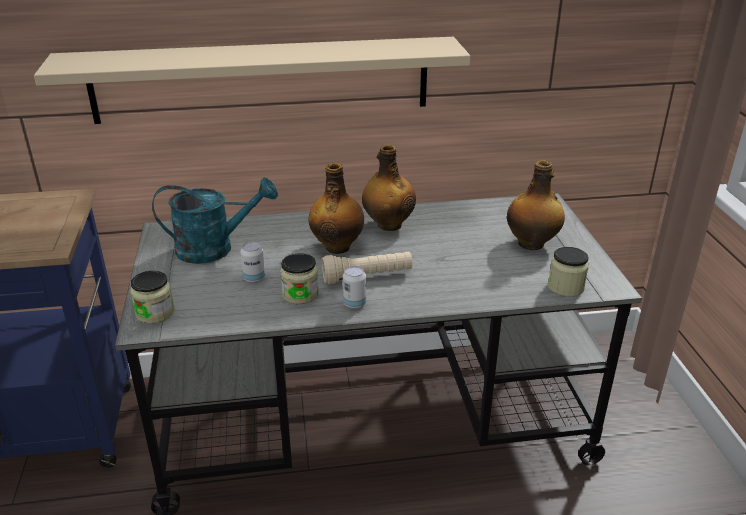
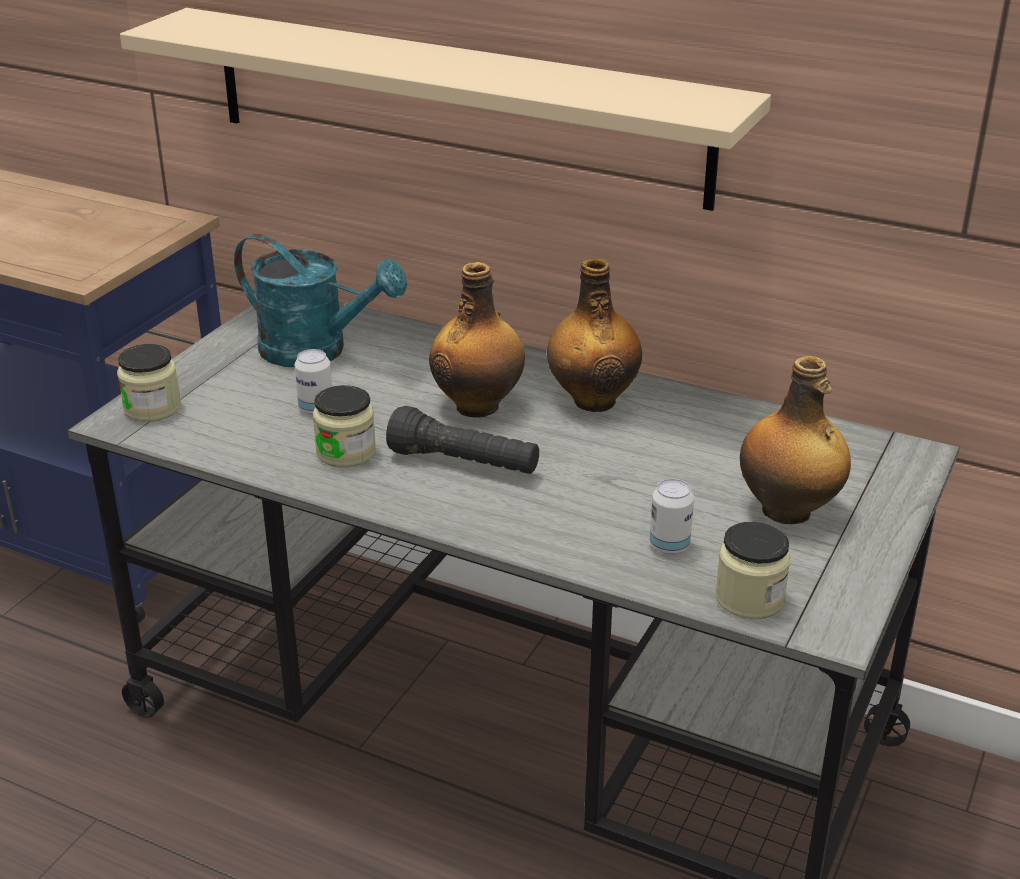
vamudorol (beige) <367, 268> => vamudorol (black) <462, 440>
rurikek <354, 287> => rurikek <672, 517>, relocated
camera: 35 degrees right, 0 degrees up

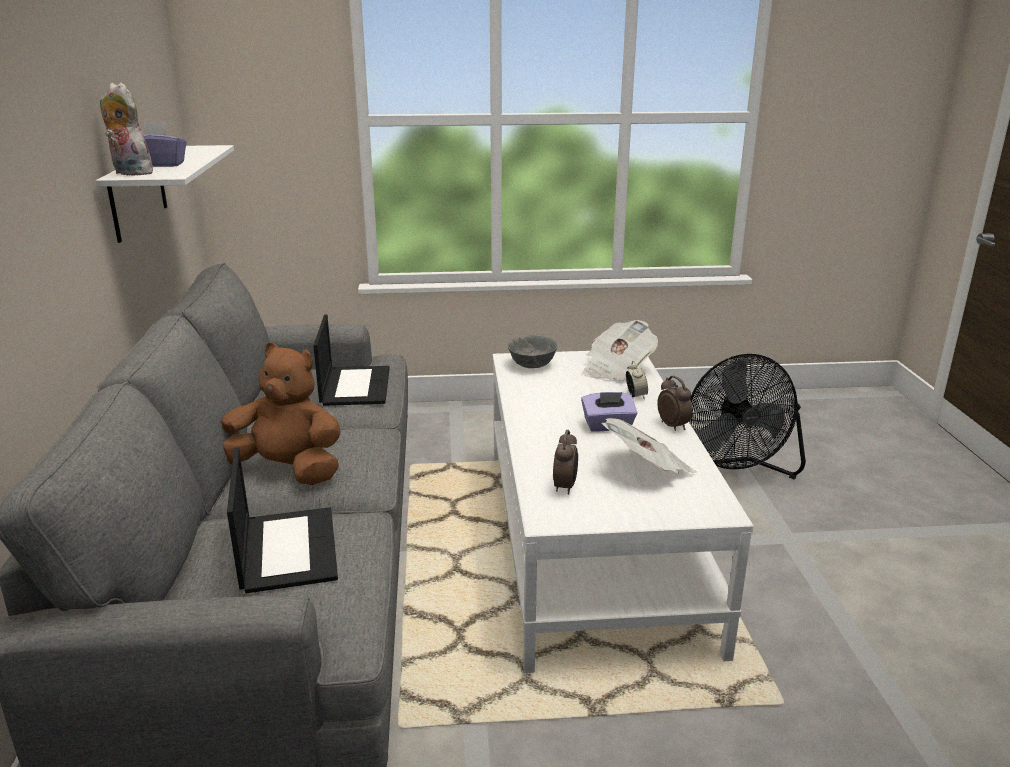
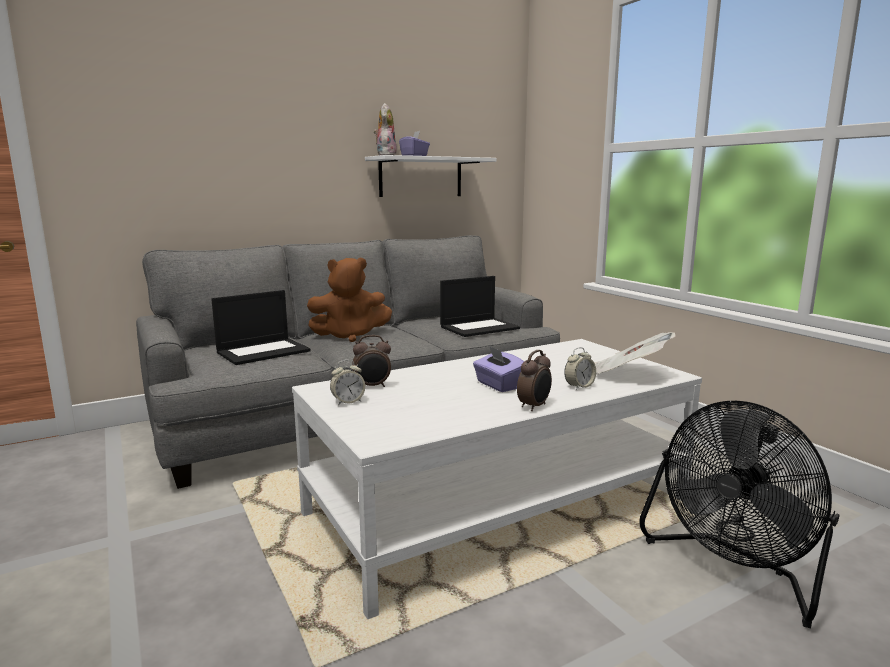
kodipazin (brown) <281, 413> => kodipazin (brown) <349, 299>, 90 degrees clockwise
nothing => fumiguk <347, 382>
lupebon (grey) <532, 351> => nothing
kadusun <649, 446> => nothing
camera: 65 degrees right, 10 degrees down

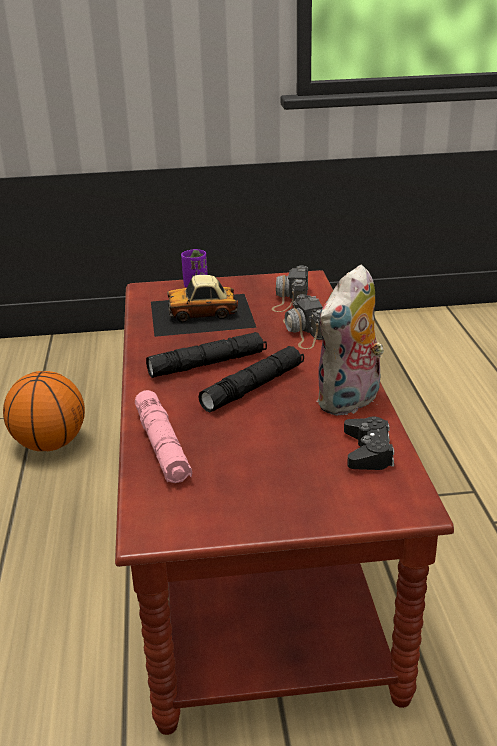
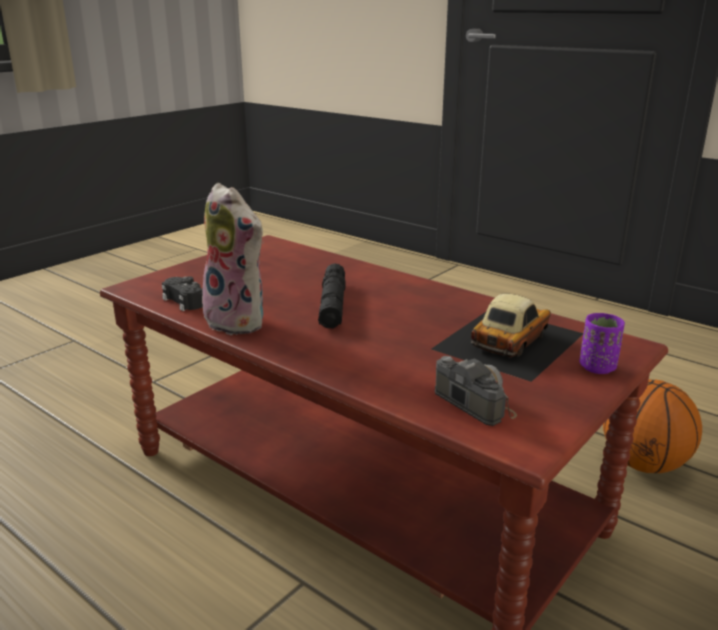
kodipazin <350, 340> => kodipazin <232, 259>, 135 degrees clockwise
vamudorol (pink) <163, 436> => nothing
vamudorol (black) <206, 355> => nothing
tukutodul <302, 321> => nothing
camera: 135 degrees right, 5 degrees down

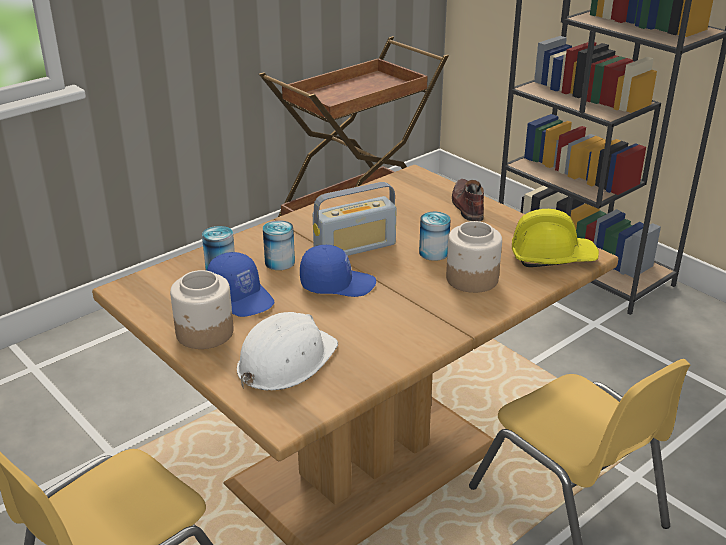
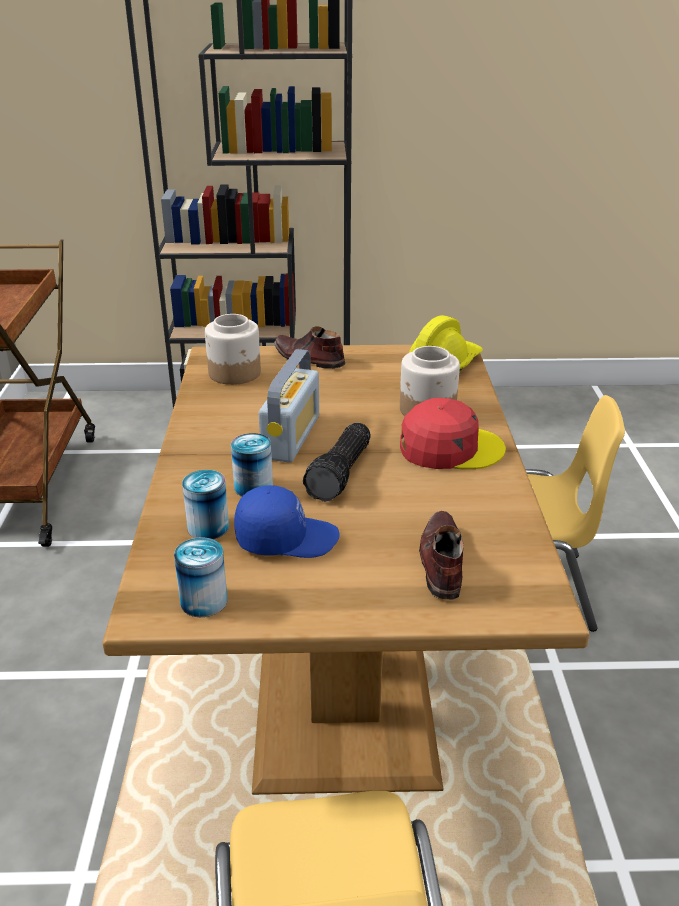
rurikek <435, 236> => rurikek <200, 577>, relocated
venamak <202, 309> => venamak <233, 349>, relocated
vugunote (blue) <338, 271> => vamudorol <337, 462>
nothing => vugunote (red) <453, 433>
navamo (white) <287, 351> => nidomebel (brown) <441, 555>
camera: 50 degrees left, 0 degrees up

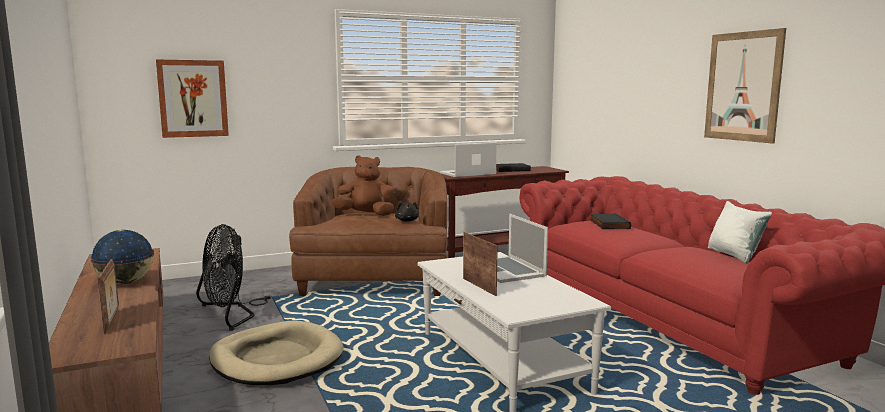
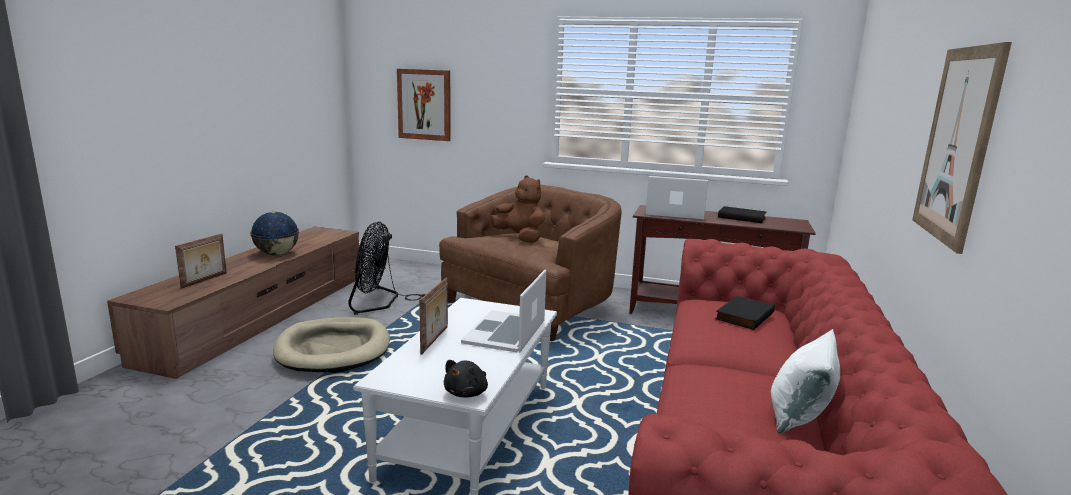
kodipazin (black) <407, 212> => kodipazin (black) <466, 378>, relocated
camera: 40 degrees right, 5 degrees up

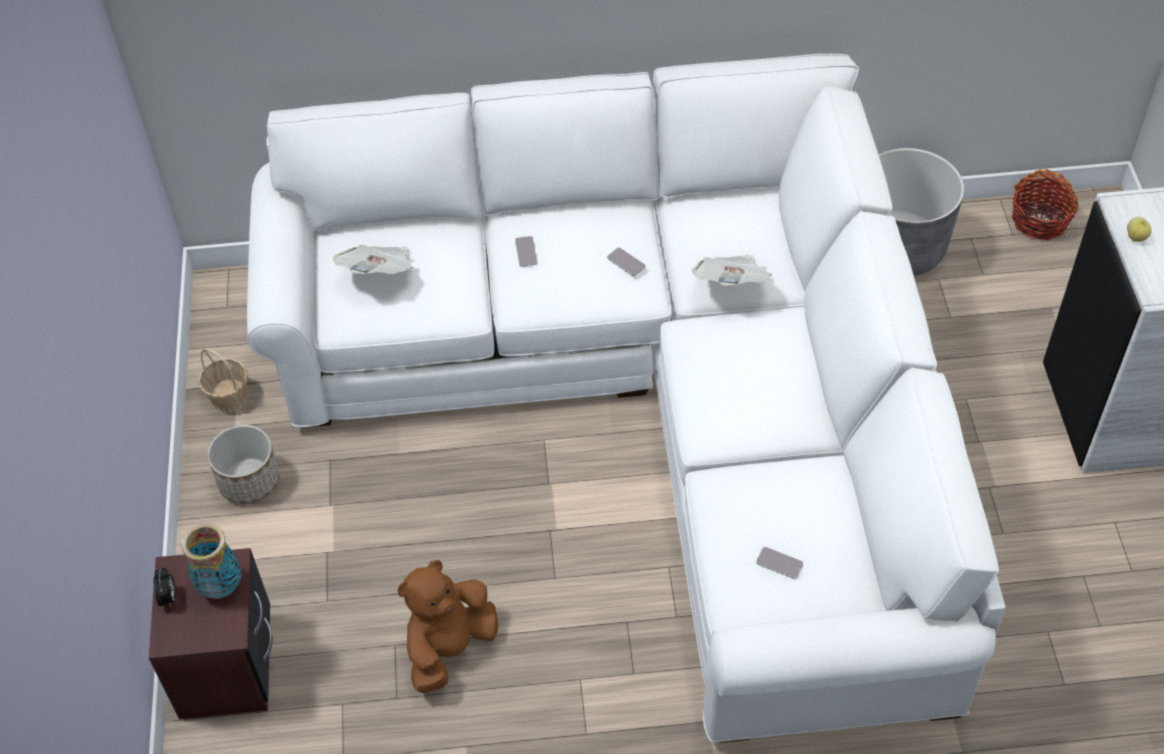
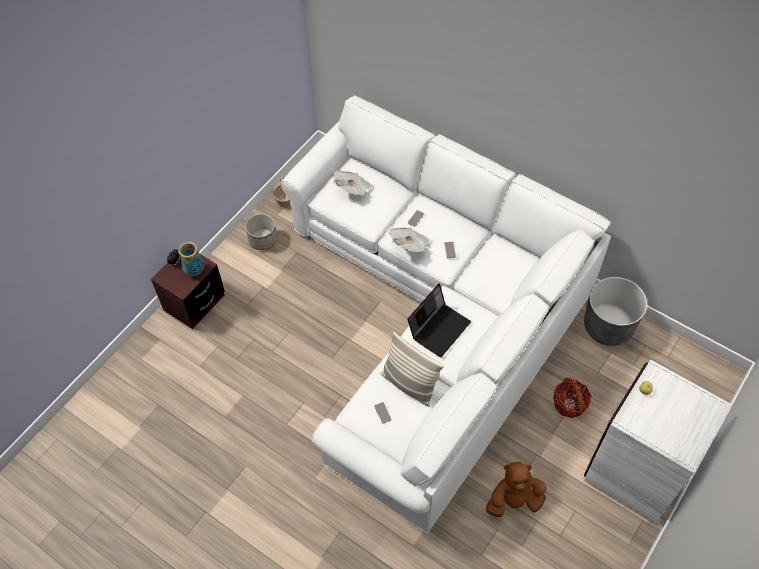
nothing => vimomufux <412, 369>
kadusun <732, 270> => kadusun <409, 239>, relocated
nothing => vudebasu <439, 320>
kodipazin (brown) <448, 626> => kodipazin (brown) <516, 489>, relocated
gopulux <1045, 205> => gopulux <572, 398>, relocated
camera: 40 degrees right, 5 degrees up

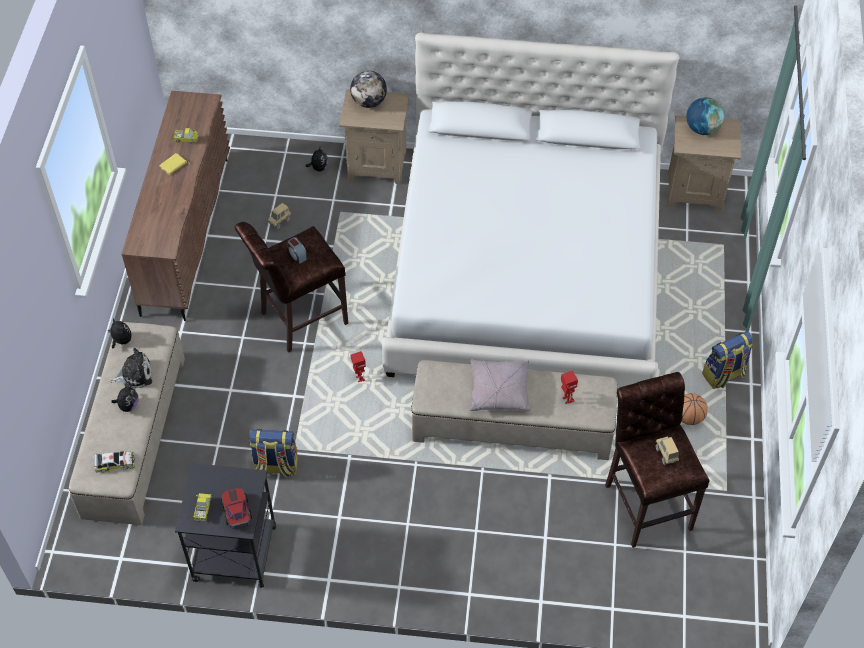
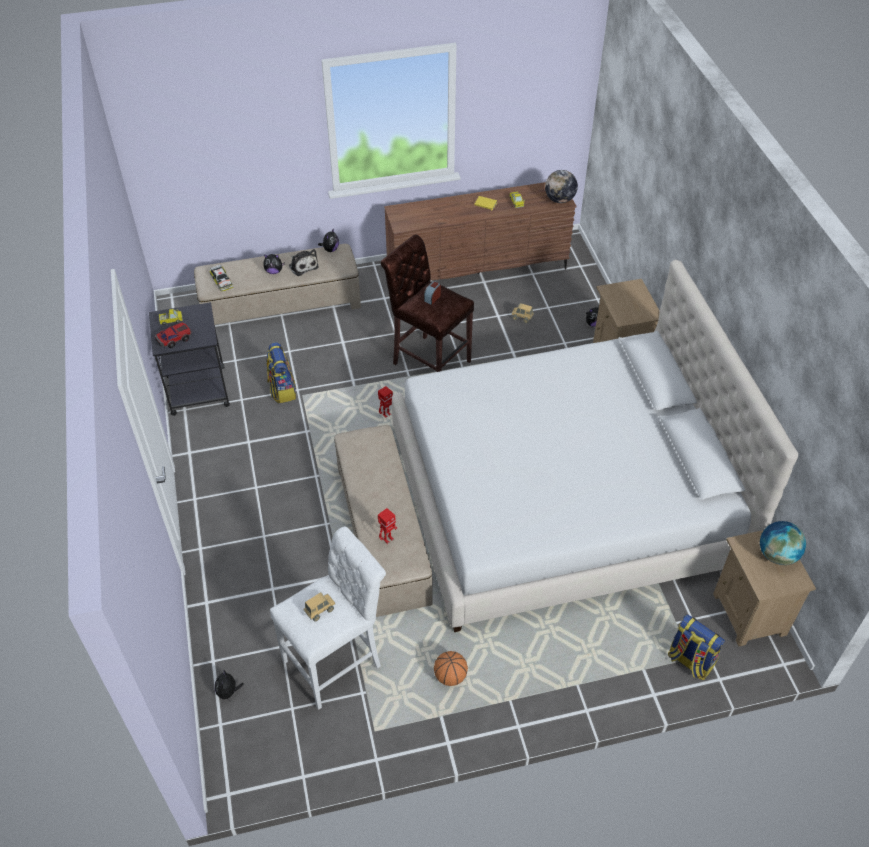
nothing => kodipazin <229, 685>
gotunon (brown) <657, 460> => gotunon (white) <328, 618>
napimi <368, 89> => napimi <561, 186>, relocated
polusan <727, 360> => polusan <696, 647>, relocated
vimomufux (purple) <500, 385> => nothing
camera: 70 degrees right, 5 degrees down

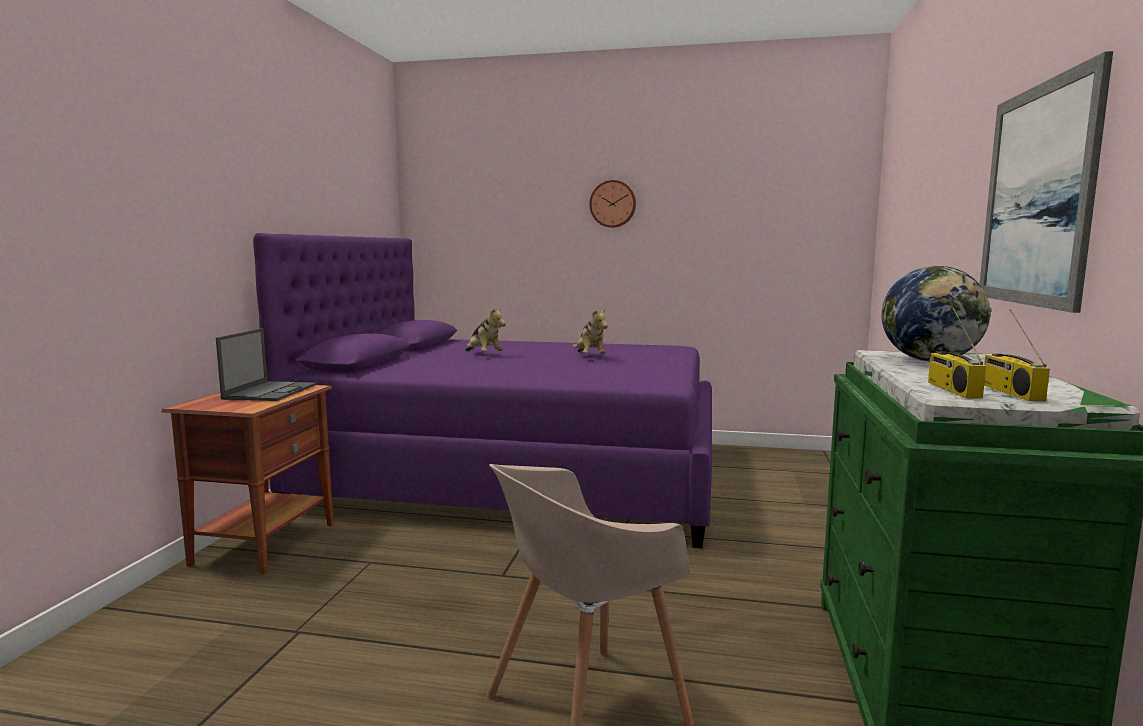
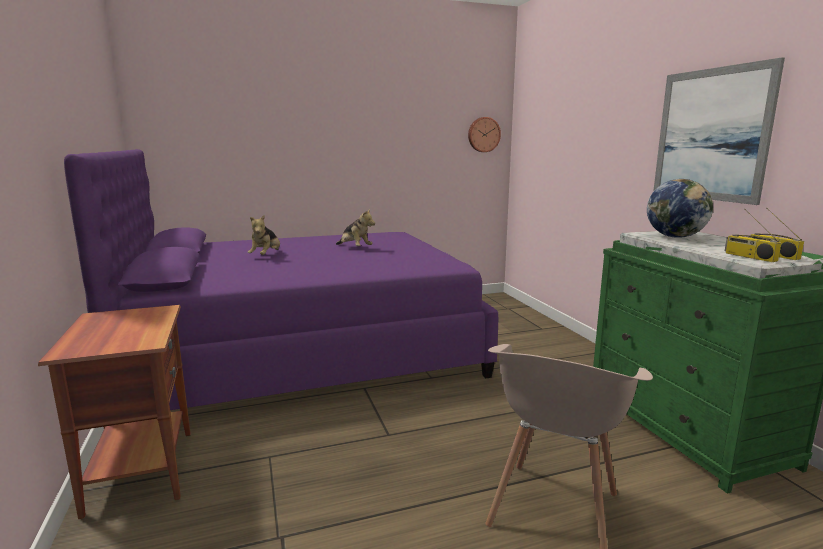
kodipazin <485, 328> => kodipazin <264, 235>, 75 degrees clockwise
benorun <612, 204> => benorun <484, 134>, relocated
vudebasu <266, 364> => nothing
camera: 30 degrees left, 5 degrees up

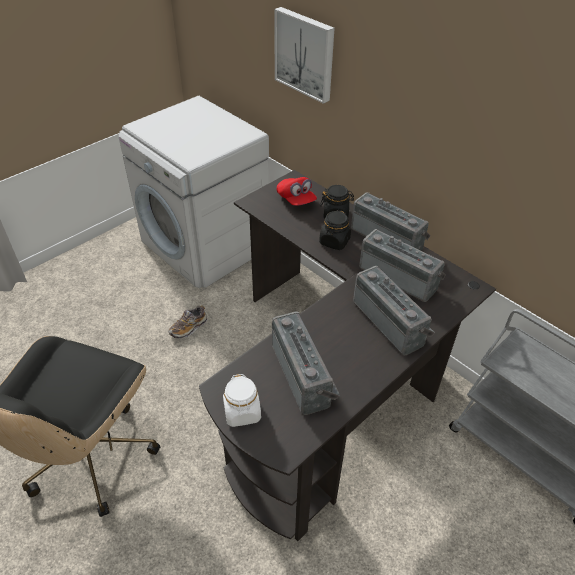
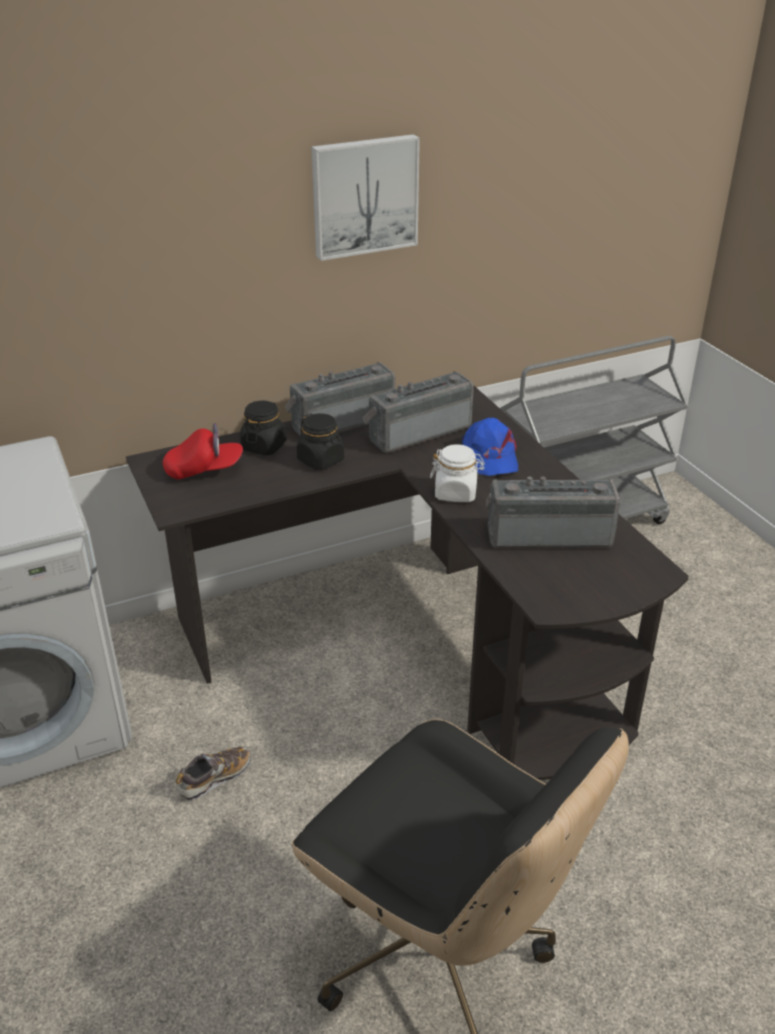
nidomebel <188, 321> => nidomebel <213, 773>, 105 degrees counterclockwise
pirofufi <304, 55> => pirofufi <365, 197>, relocated
venamak (white) <242, 400> => venamak (white) <457, 473>, relocated
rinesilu <394, 311> => vugunote (blue) <489, 447>
camera: 70 degrees left, 10 degrees down

